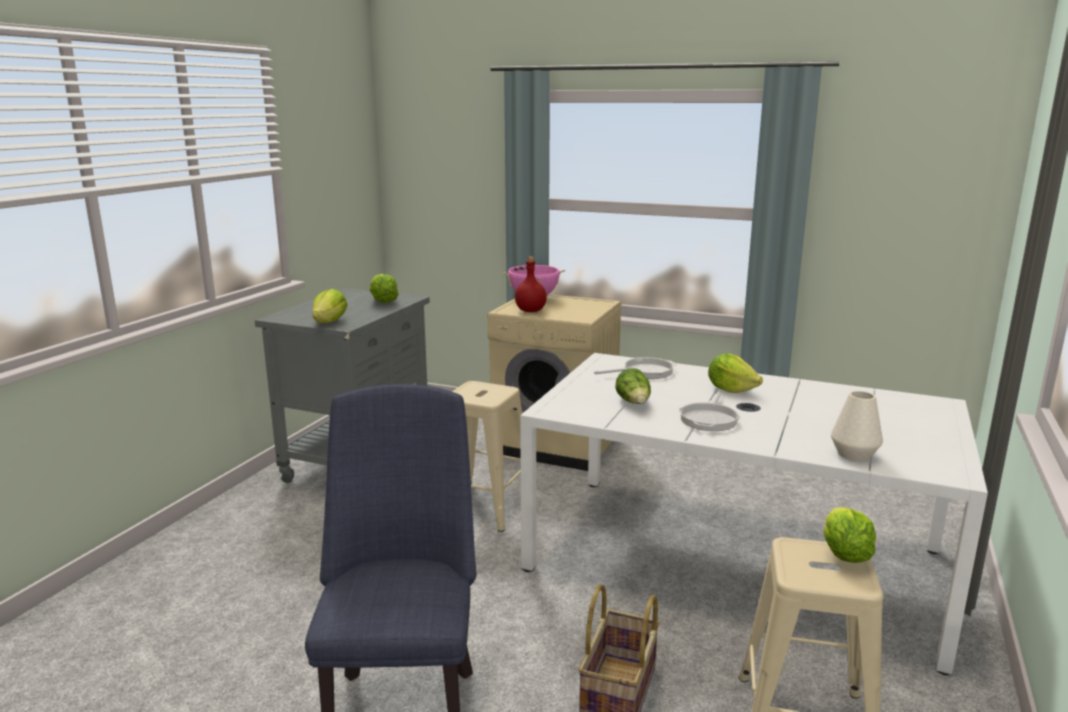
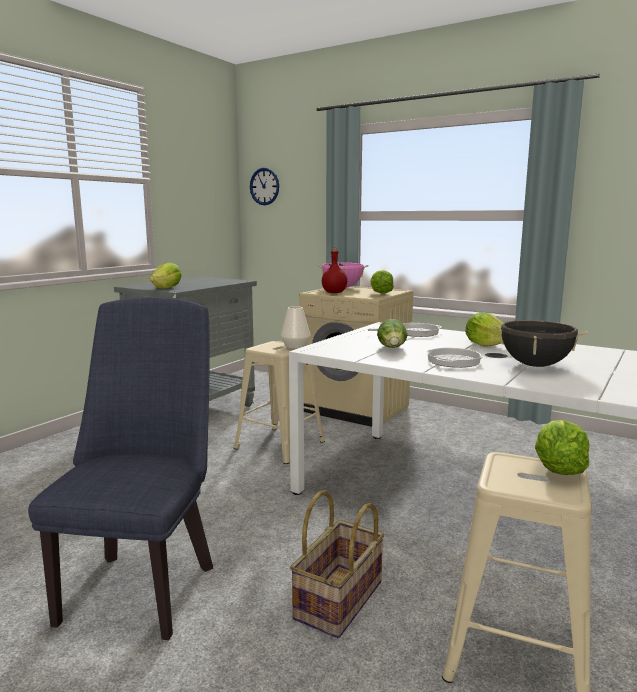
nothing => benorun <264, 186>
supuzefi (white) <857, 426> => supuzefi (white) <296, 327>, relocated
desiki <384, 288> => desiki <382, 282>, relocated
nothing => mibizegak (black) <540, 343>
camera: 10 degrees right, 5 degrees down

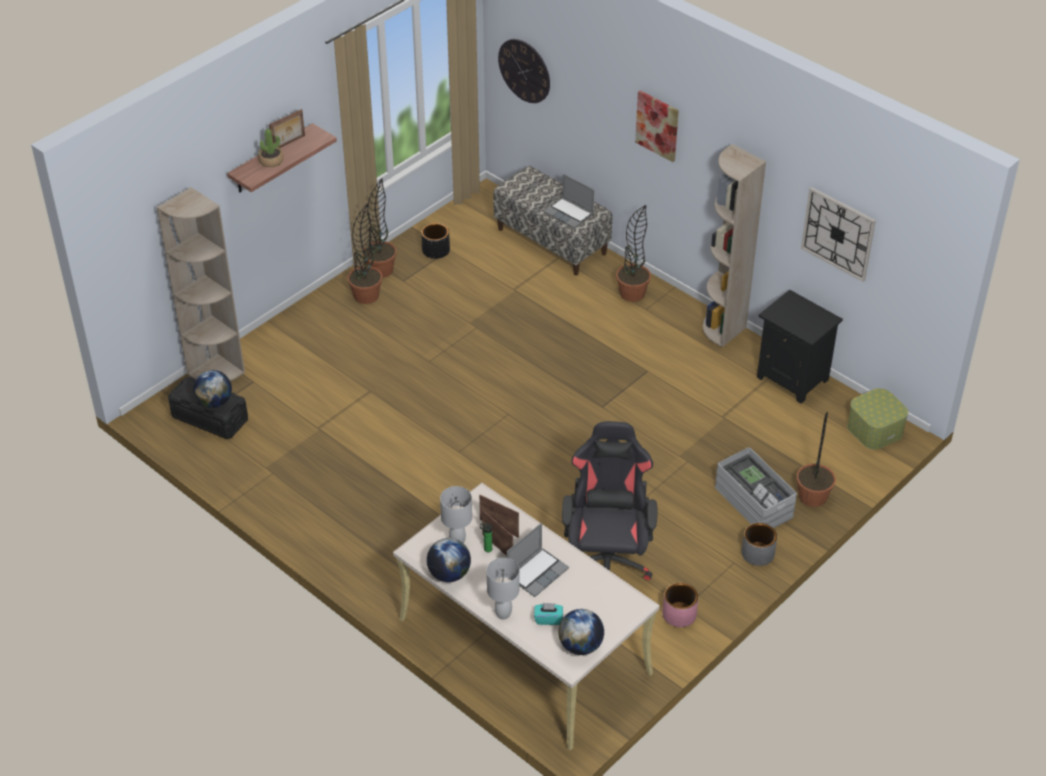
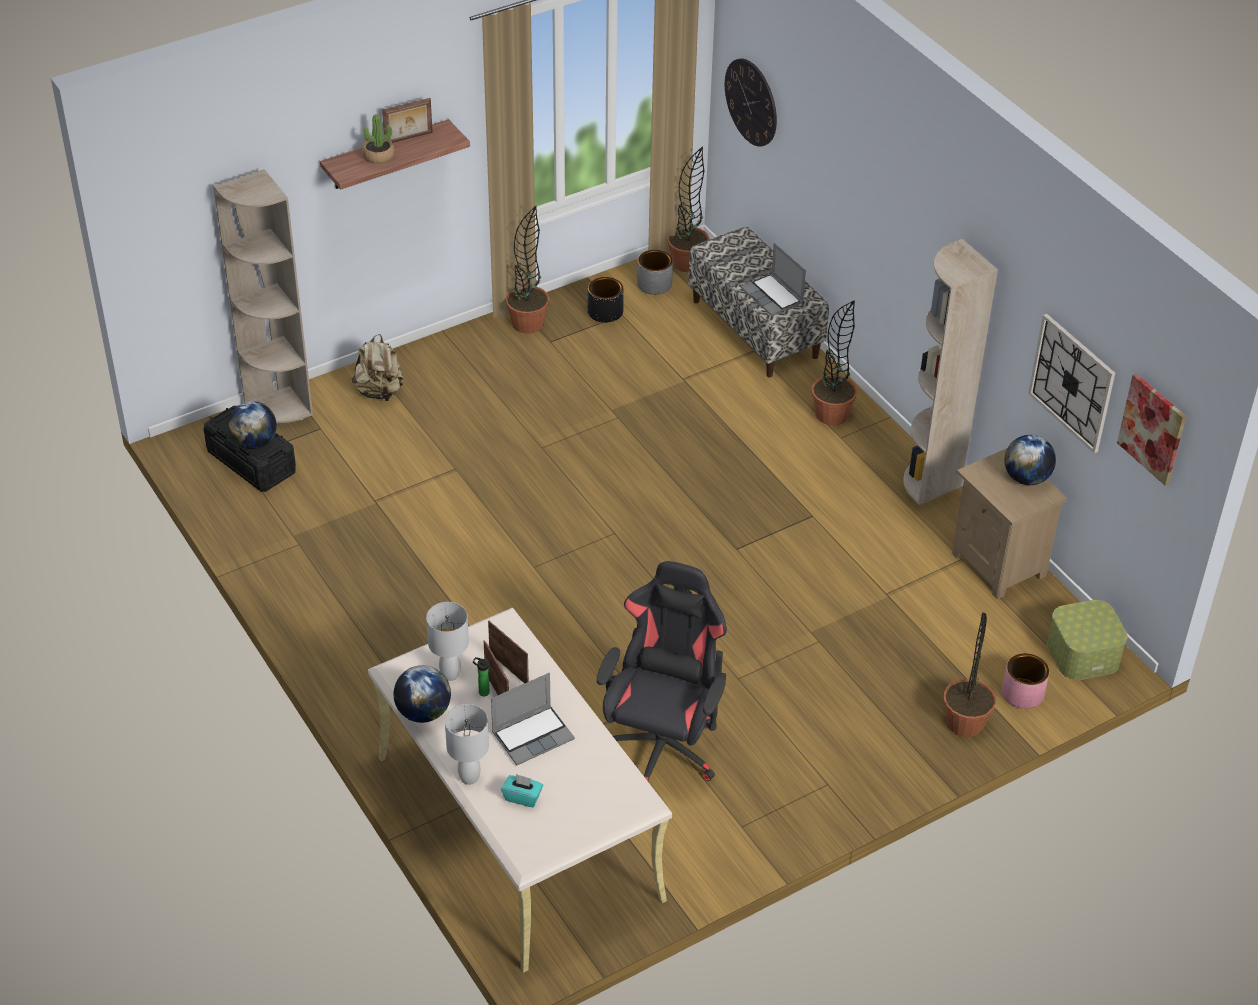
nothing => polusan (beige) <378, 367>
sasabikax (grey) <759, 544> => sasabikax (grey) <655, 272>, relocated
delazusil <364, 254> => delazusil <688, 209>, relocated
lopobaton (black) <800, 347> => lopobaton (beige) <1009, 523>
sasabikax (pink) <680, 605> => sasabikax (pink) <1025, 681>, relocated
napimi <581, 632> => napimi <1030, 460>, relocated
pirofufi <657, 126> => pirofufi <1151, 429>, relocated
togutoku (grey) <756, 488> => nothing
camera: 15 degrees right, 0 degrees up

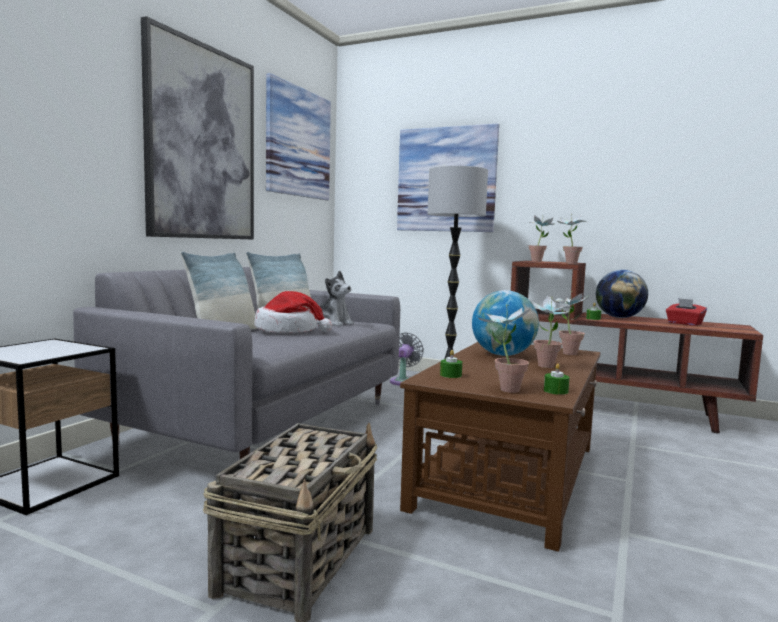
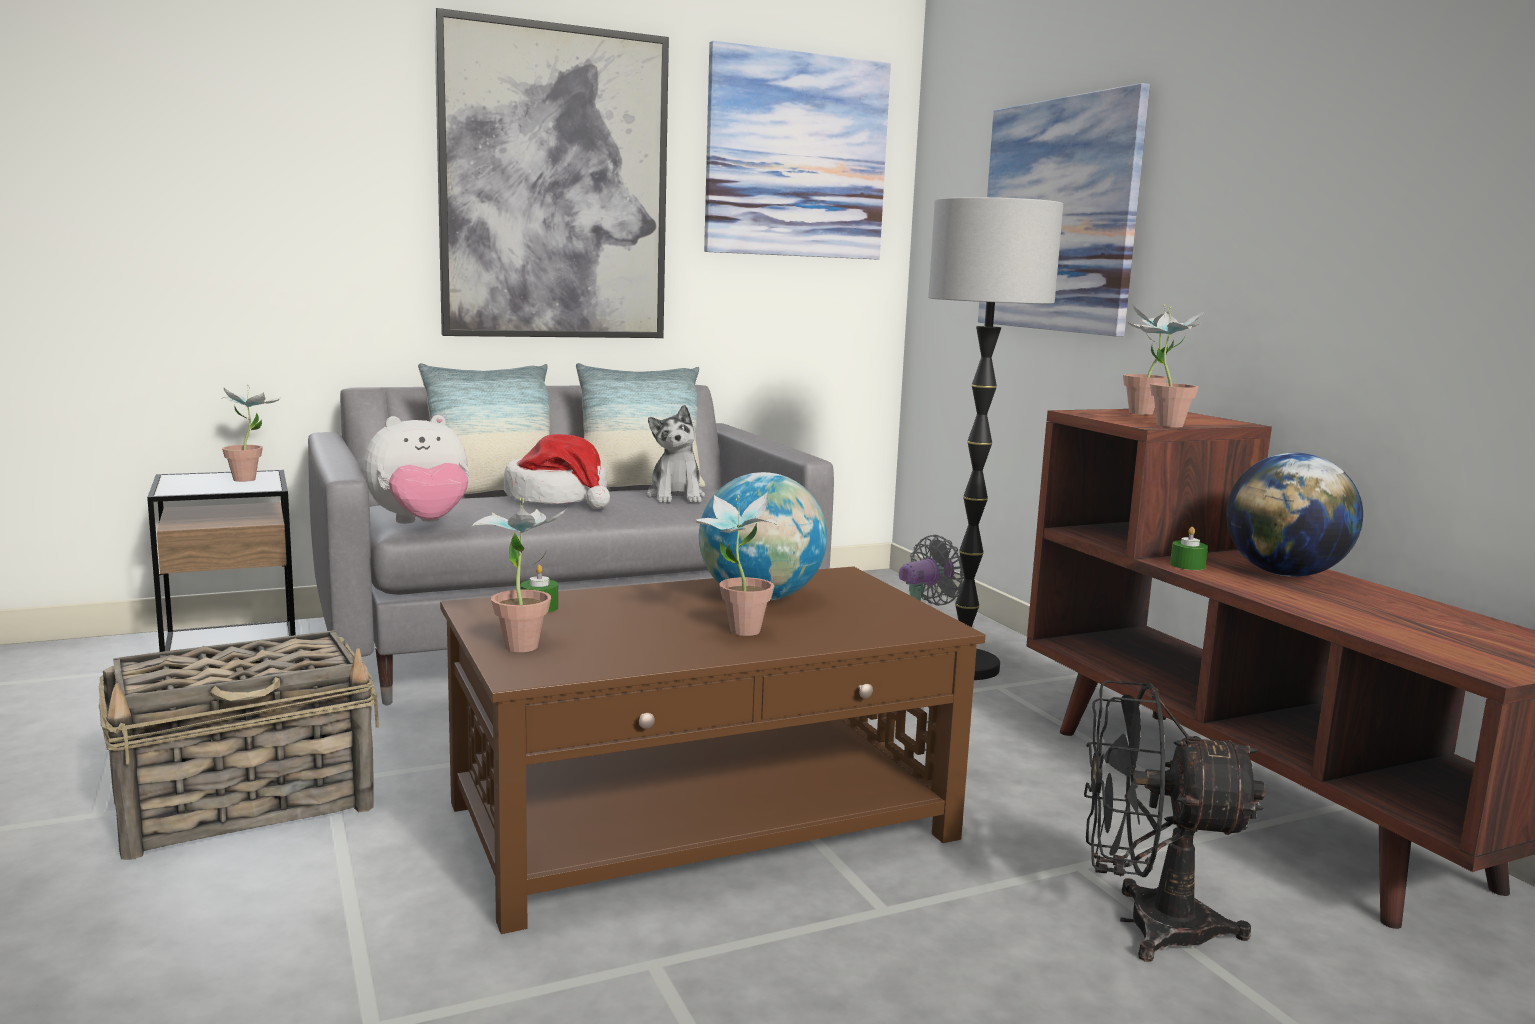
delazusil <571, 323> => delazusil <251, 433>, relocated
nothing => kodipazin <417, 469>
nothing => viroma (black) <1174, 821>
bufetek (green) <556, 379> => nothing
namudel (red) <686, 312> => nothing
camera: 40 degrees right, 5 degrees up

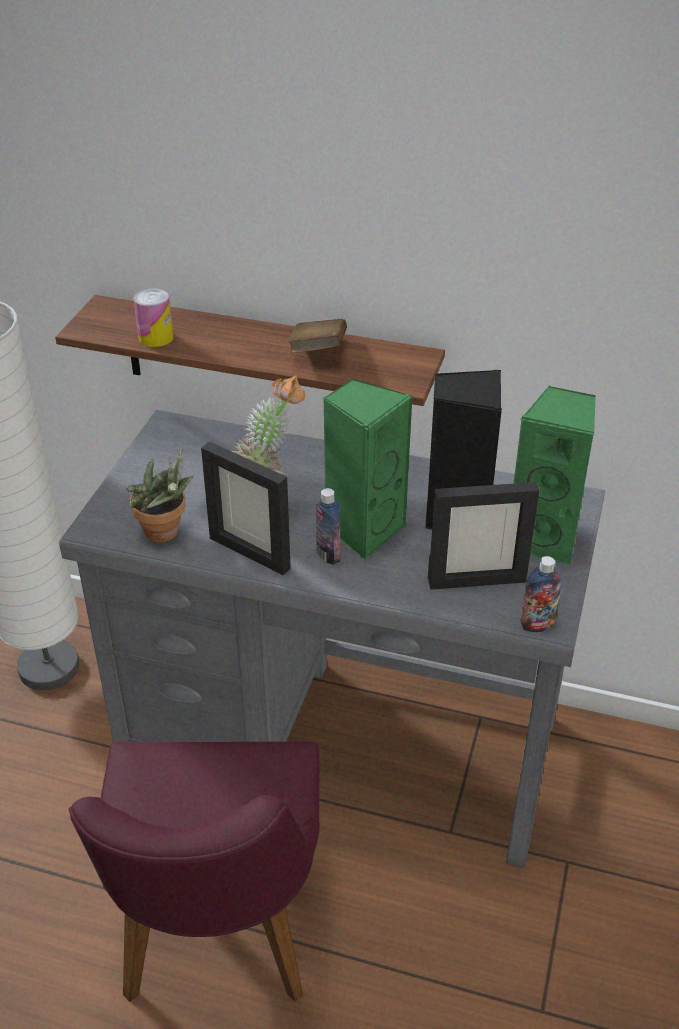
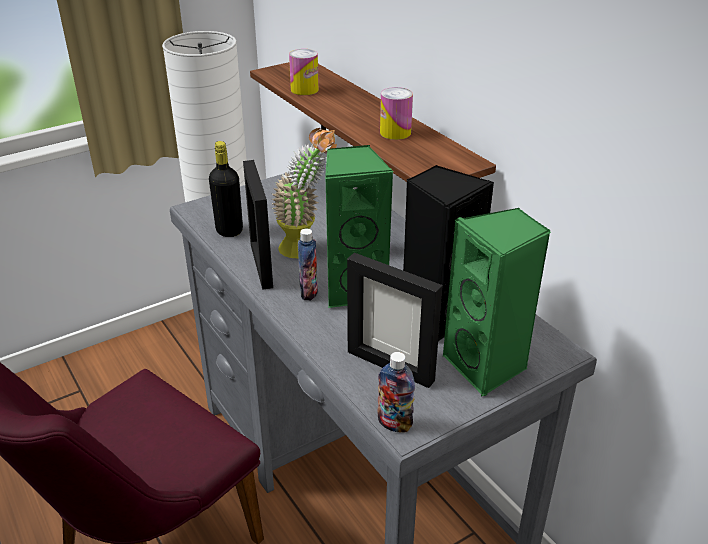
delazusil <160, 495> => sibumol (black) <226, 189>
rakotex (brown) <317, 336> => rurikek <396, 113>
camera: 40 degrees right, 5 degrees down

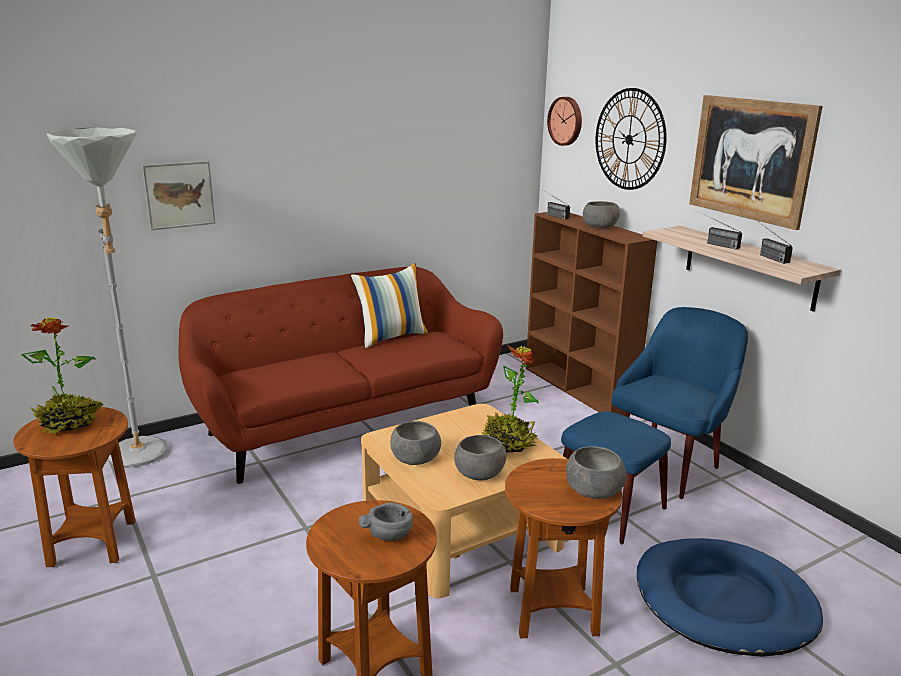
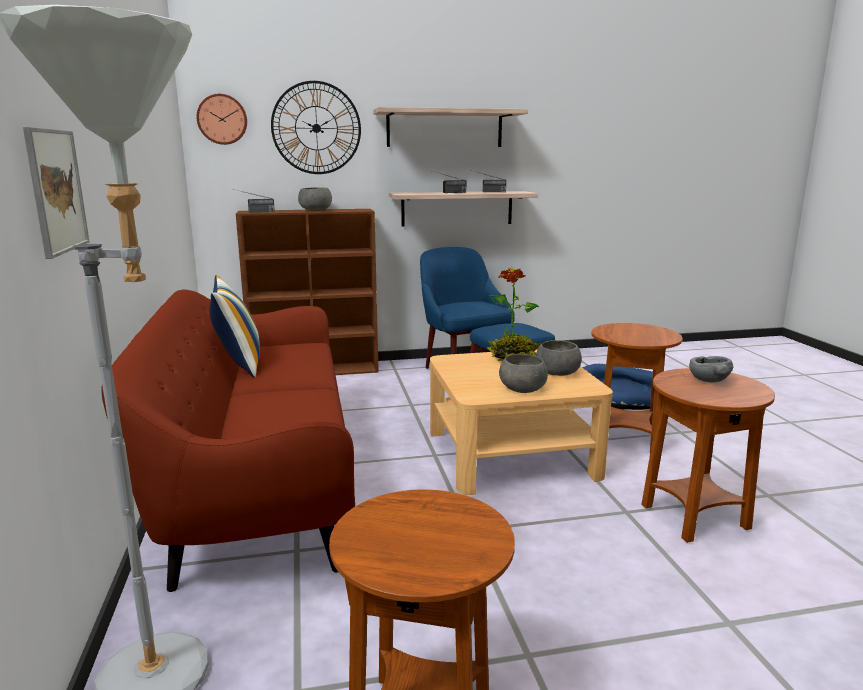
pirofufi <756, 162> => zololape <450, 127>
delazusil <62, 376> => nothing
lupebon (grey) <596, 472> => nothing
camera: 70 degrees left, 5 degrees down

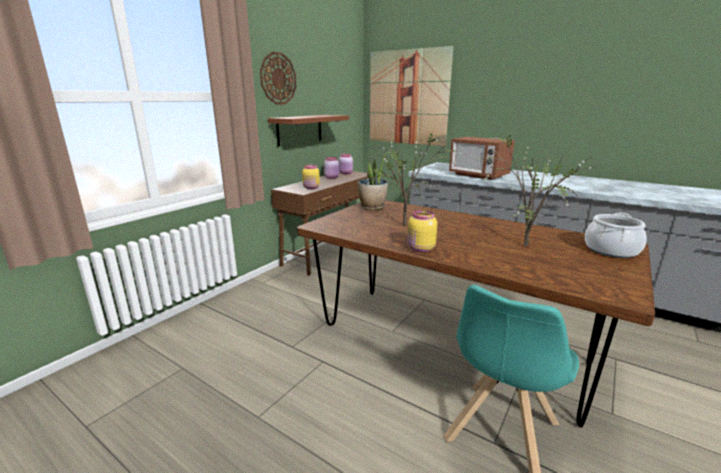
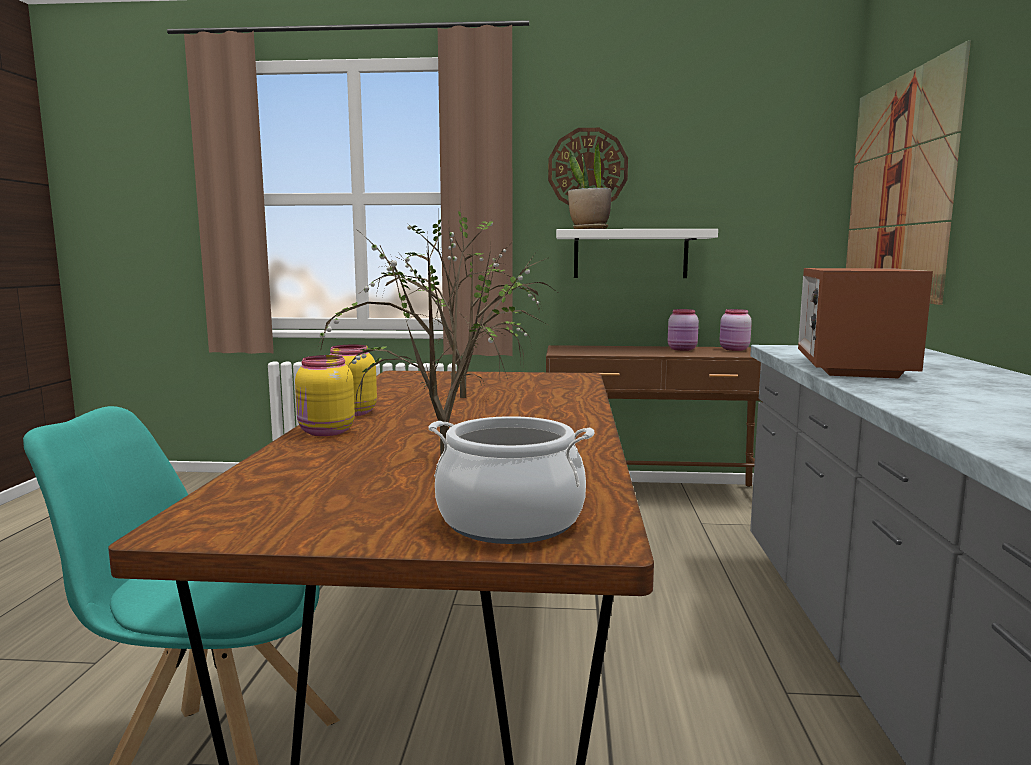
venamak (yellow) <311, 176> => venamak (yellow) <325, 395>, relocated
zololape (brown) <308, 131> => zololape (white) <637, 253>
delazusil <373, 181> => delazusil <589, 186>, relocated
camera: 60 degrees right, 10 degrees down

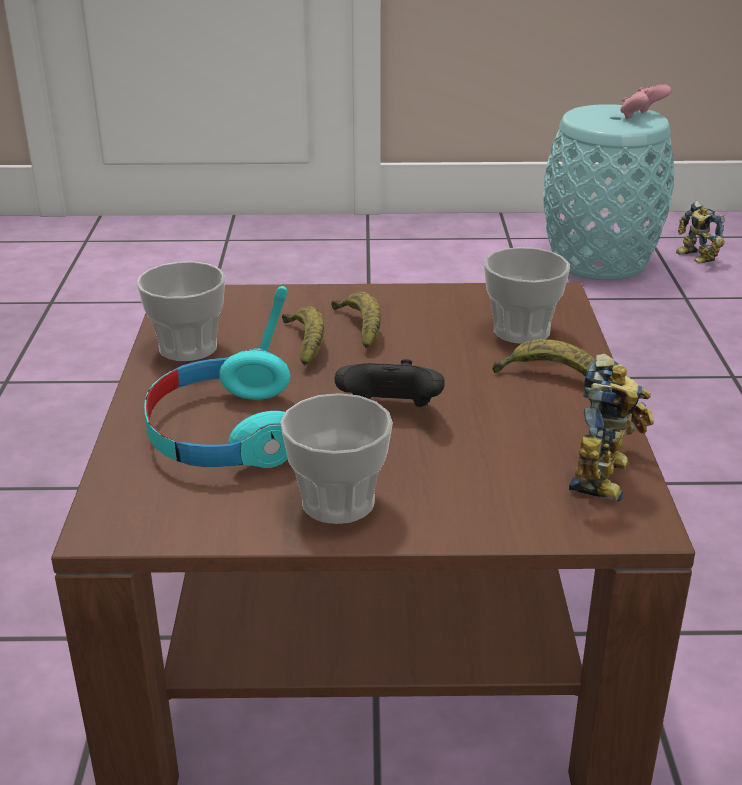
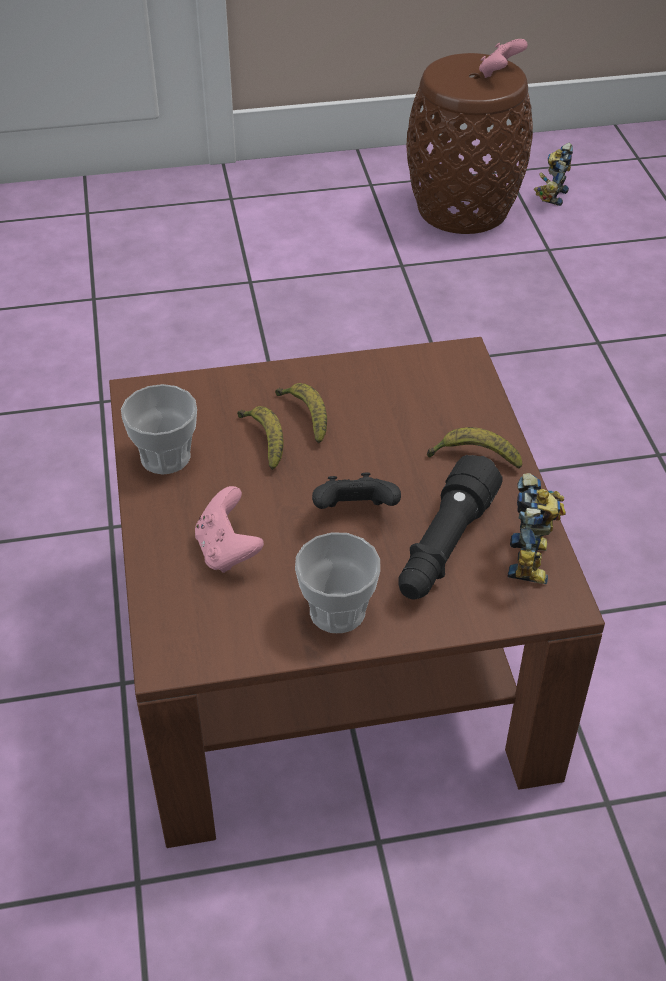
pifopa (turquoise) <217, 377> => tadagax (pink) <229, 529>
nothing => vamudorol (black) <450, 527>
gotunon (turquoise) <608, 192> => gotunon (brown) <470, 143>
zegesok <700, 232> => zegesok <553, 174>, 60 degrees clockwise
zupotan <527, 295> => nothing
camera: 10 degrees left, 15 degrees up

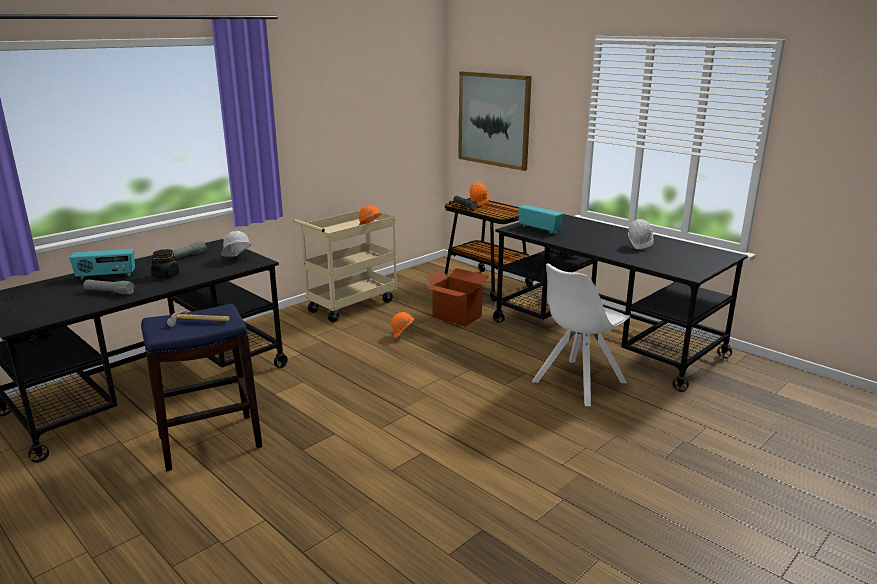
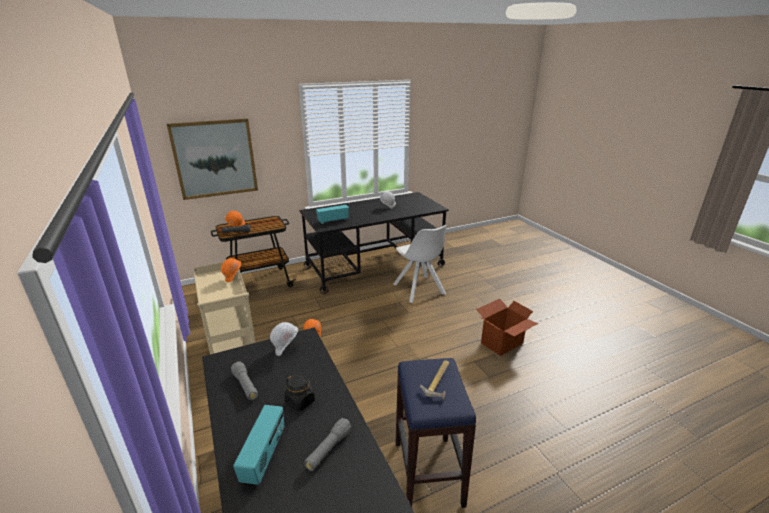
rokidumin <457, 297> => rokidumin <507, 327>, relocated
camera: 70 degrees left, 5 degrees up

